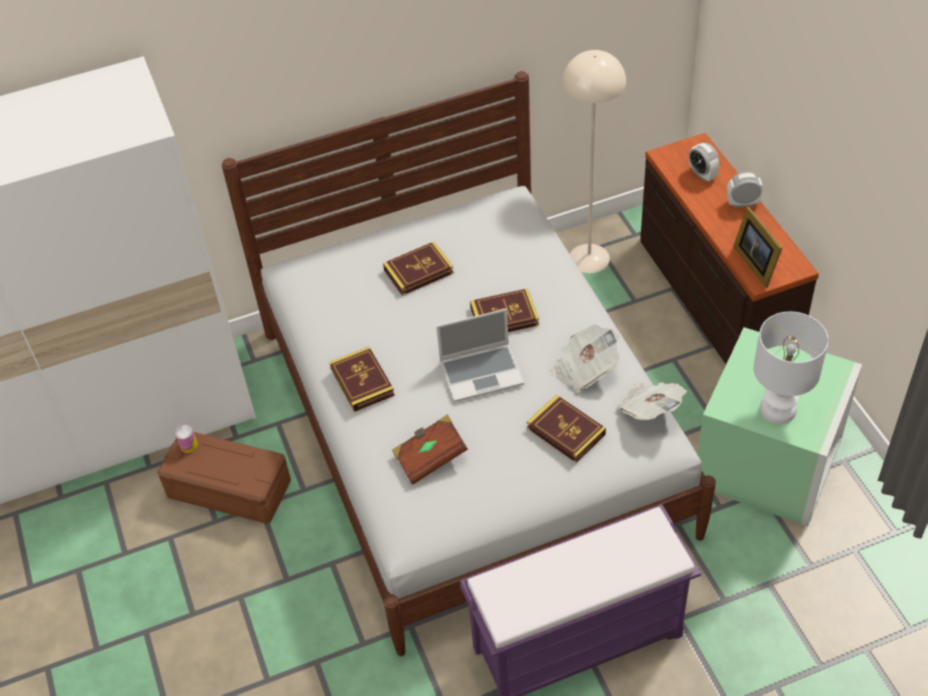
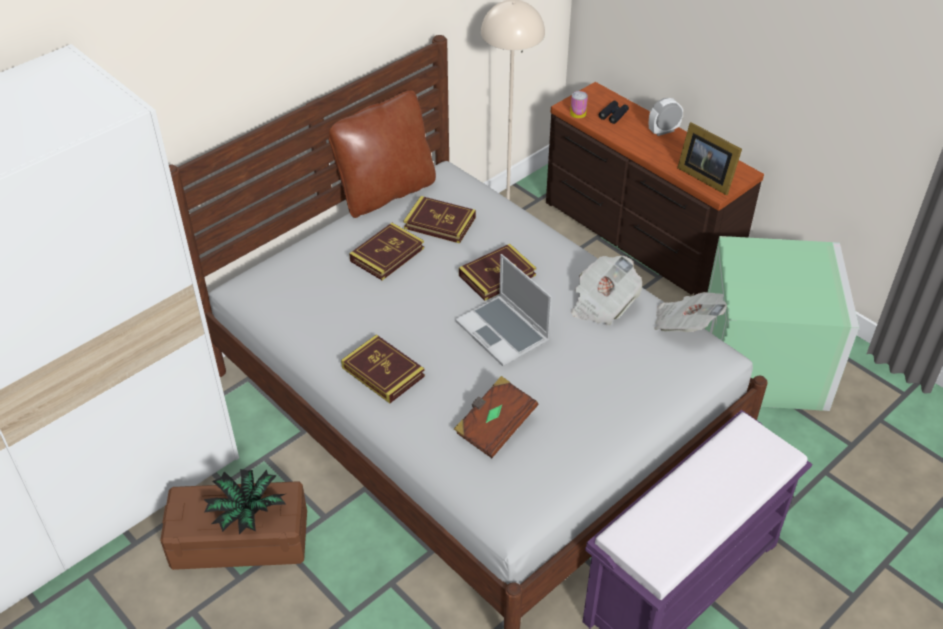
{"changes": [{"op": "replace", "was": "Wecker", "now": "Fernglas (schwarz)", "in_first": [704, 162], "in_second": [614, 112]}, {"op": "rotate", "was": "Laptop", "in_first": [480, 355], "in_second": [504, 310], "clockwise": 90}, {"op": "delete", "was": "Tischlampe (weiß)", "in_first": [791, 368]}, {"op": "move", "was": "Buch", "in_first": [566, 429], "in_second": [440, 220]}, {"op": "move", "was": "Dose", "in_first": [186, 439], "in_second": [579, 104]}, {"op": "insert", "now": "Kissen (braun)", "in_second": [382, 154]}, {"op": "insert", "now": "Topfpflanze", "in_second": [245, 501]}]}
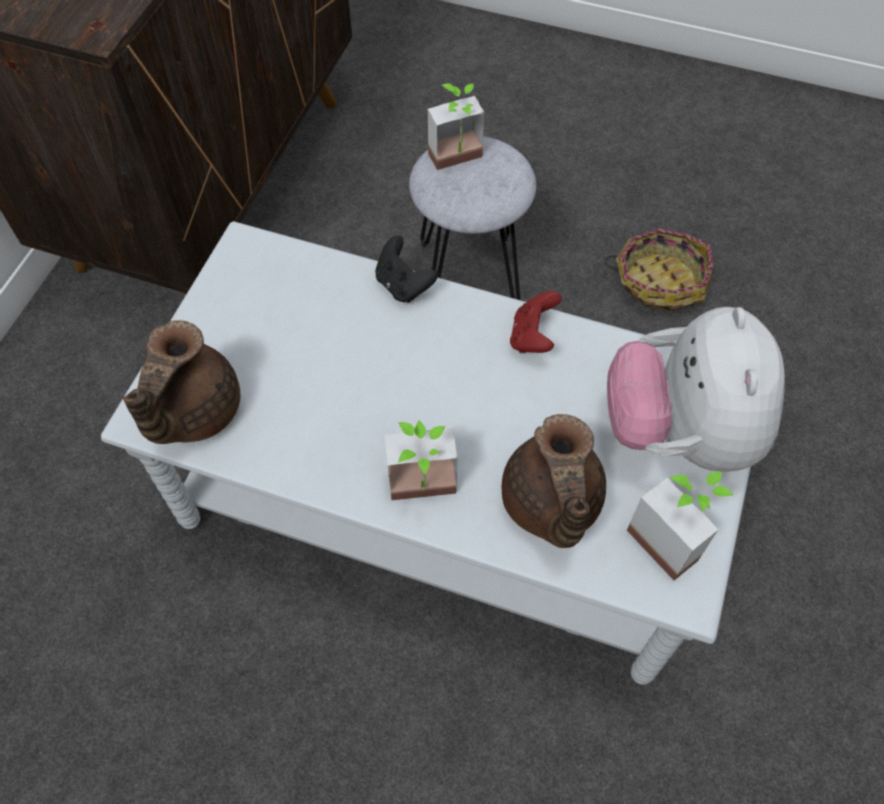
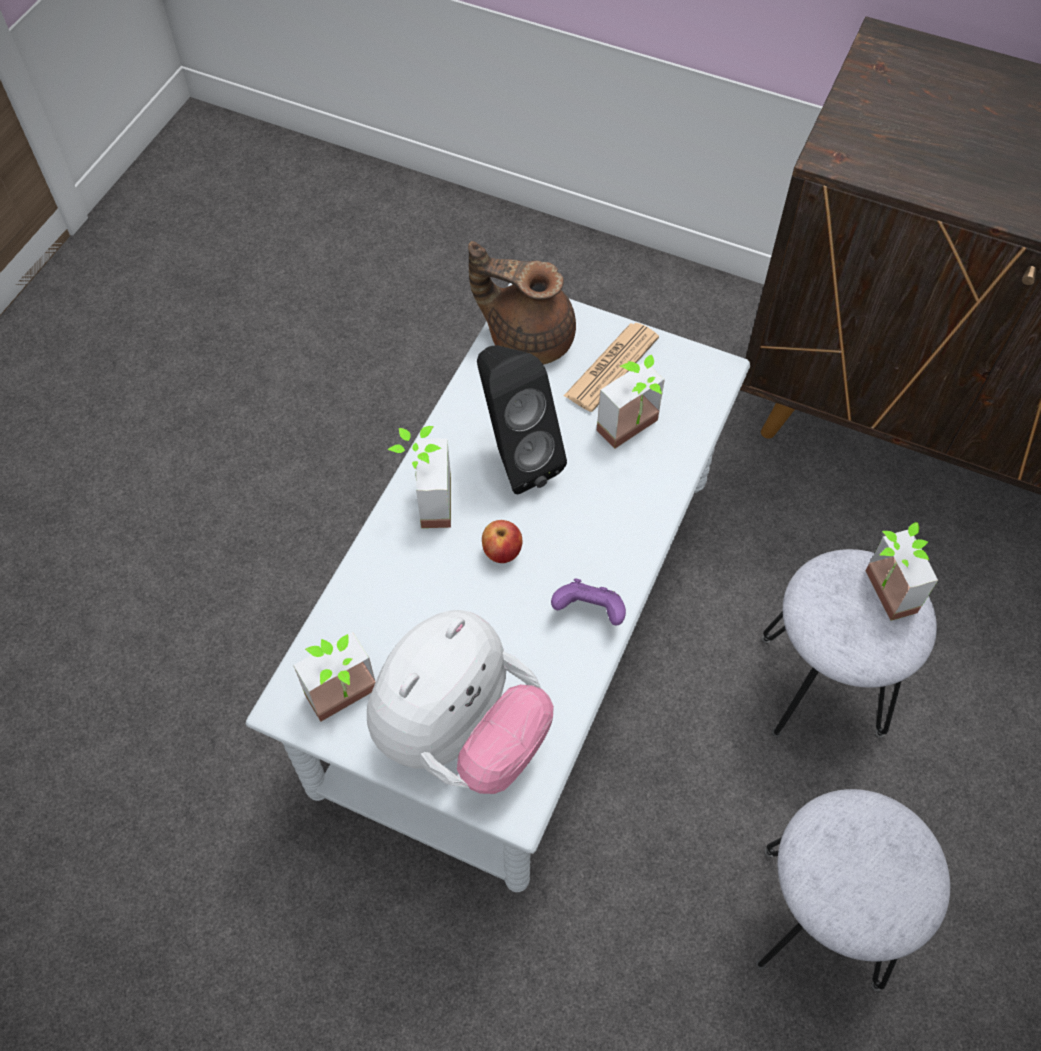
{"changes": [{"op": "replace", "was": "Korb", "now": "Hocker (grau)", "in_first": [659, 270], "in_second": [853, 890]}, {"op": "delete", "was": "Gamepad (schwarz)", "in_first": [406, 269]}, {"op": "recolor", "was": "Gamepad (rot)", "now": "Gamepad (lila)", "in_first": [536, 322], "in_second": [588, 602]}, {"op": "rotate", "was": "Plüschtier", "in_first": [696, 389], "in_second": [460, 702], "clockwise": 120}, {"op": "delete", "was": "Teekanne (braun)", "in_first": [554, 481]}, {"op": "insert", "now": "Zeitung", "in_second": [611, 367]}, {"op": "insert", "now": "Lautsprecher (schwarz)", "in_second": [522, 419]}, {"op": "insert", "now": "Topfpflanze", "in_second": [631, 402]}, {"op": "insert", "now": "Apfel", "in_second": [502, 541]}]}
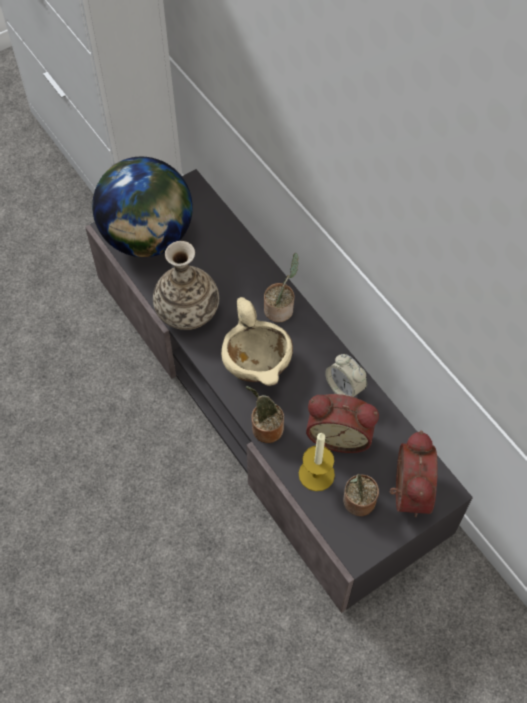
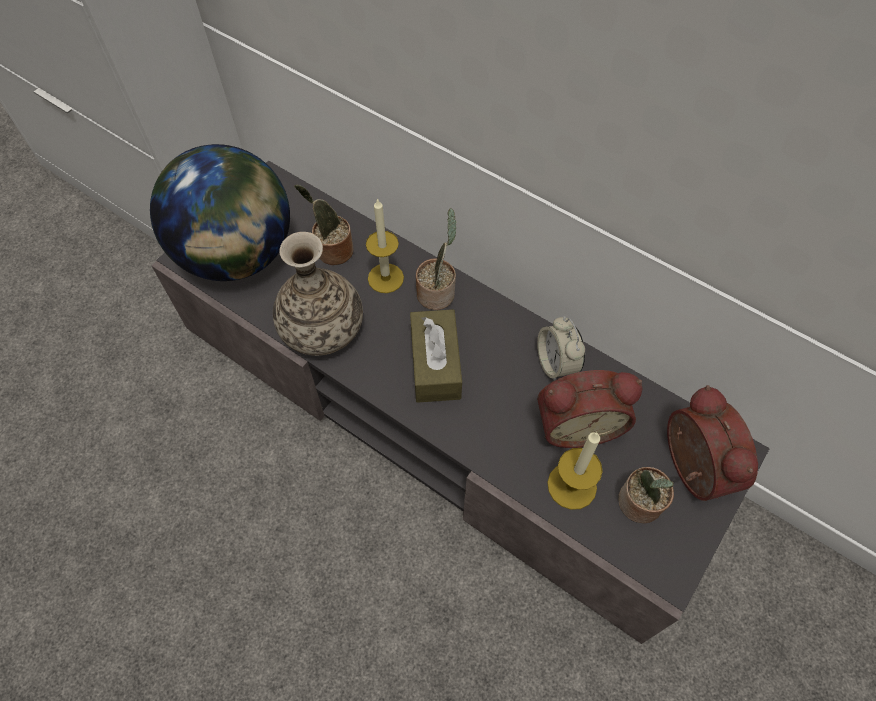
{"changes": [{"op": "replace", "was": "Schüssel (beige)", "now": "Taschentuchbox (braun)", "in_first": [257, 341], "in_second": [436, 356]}, {"op": "rotate", "was": "Wecker", "in_first": [346, 375], "in_second": [561, 349], "clockwise": 45}, {"op": "move", "was": "Topfpflanze", "in_first": [265, 414], "in_second": [324, 225]}, {"op": "insert", "now": "Kerze", "in_second": [385, 245]}]}
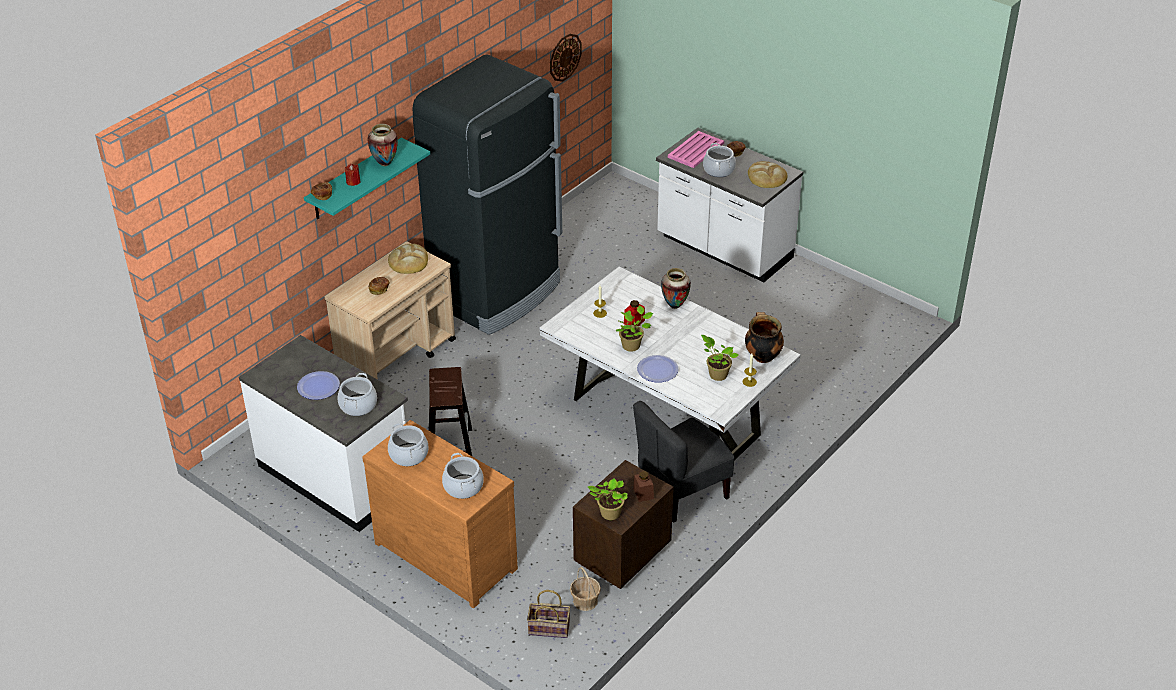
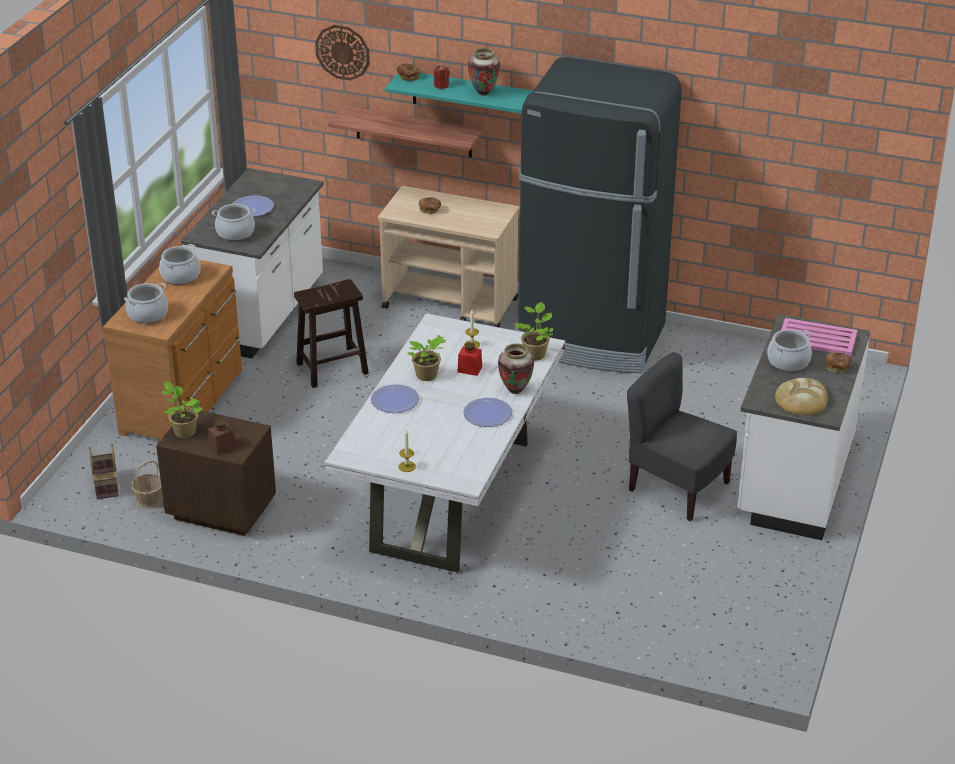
{"changes": [{"op": "move", "was": "Wanduhr", "in_first": [566, 57], "in_second": [342, 53]}, {"op": "delete", "was": "Brot", "in_first": [408, 259]}, {"op": "delete", "was": "Kochtopf", "in_first": [764, 337]}, {"op": "move", "was": "Topfpflanze", "in_first": [719, 358], "in_second": [533, 331]}, {"op": "move", "was": "Stuhl (grau)", "in_first": [683, 462], "in_second": [682, 436]}, {"op": "insert", "now": "Wandregal", "in_second": [406, 131]}, {"op": "insert", "now": "Teller", "in_second": [488, 412]}]}
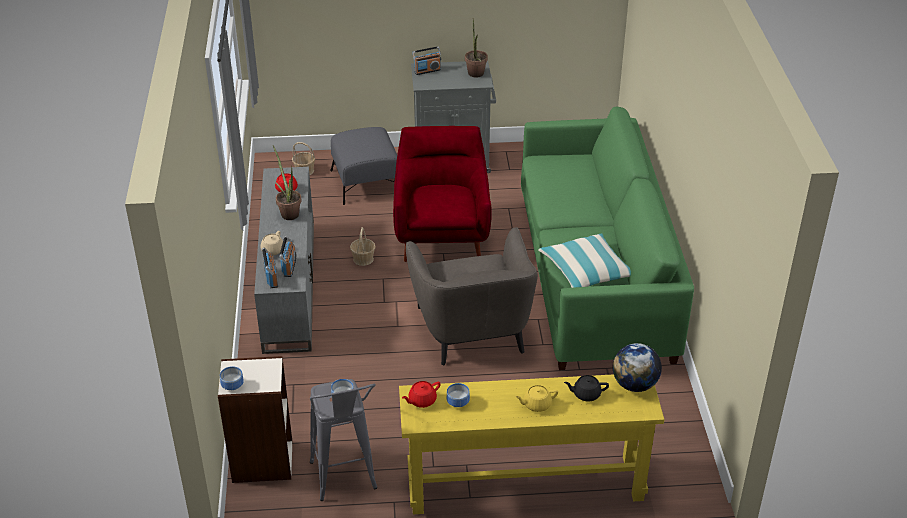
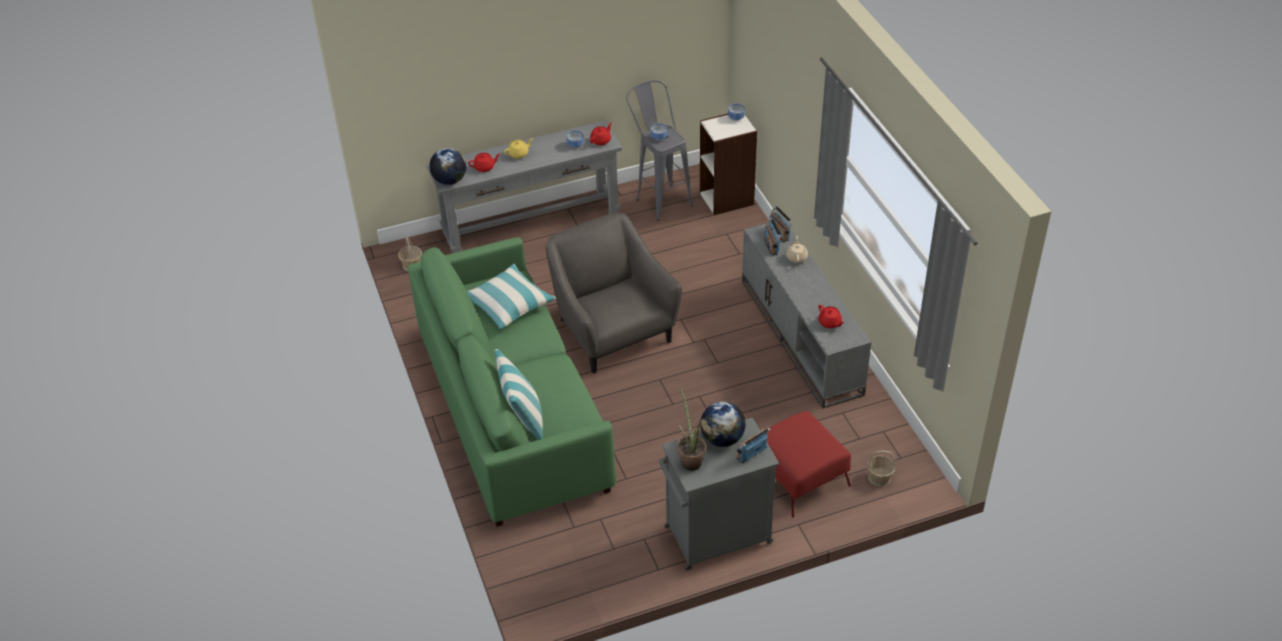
{"changes": [{"op": "delete", "was": "Sessel (rot)", "in_first": [442, 194]}, {"op": "recolor", "was": "Polsterhocker (grau)", "now": "Polsterhocker (rot)", "in_first": [363, 166], "in_second": [809, 464]}, {"op": "delete", "was": "Topfpflanze", "in_first": [287, 182]}, {"op": "move", "was": "Korb", "in_first": [363, 246], "in_second": [410, 253]}, {"op": "recolor", "was": "Konsolentisch (gelb)", "now": "Konsolentisch (grau)", "in_first": [532, 444], "in_second": [524, 186]}, {"op": "recolor", "was": "Teekanne (schwarz)", "now": "Teekanne (rot)", "in_first": [586, 388], "in_second": [484, 162]}, {"op": "insert", "now": "Kissen", "in_second": [519, 394]}, {"op": "insert", "now": "Globus", "in_second": [723, 424]}]}
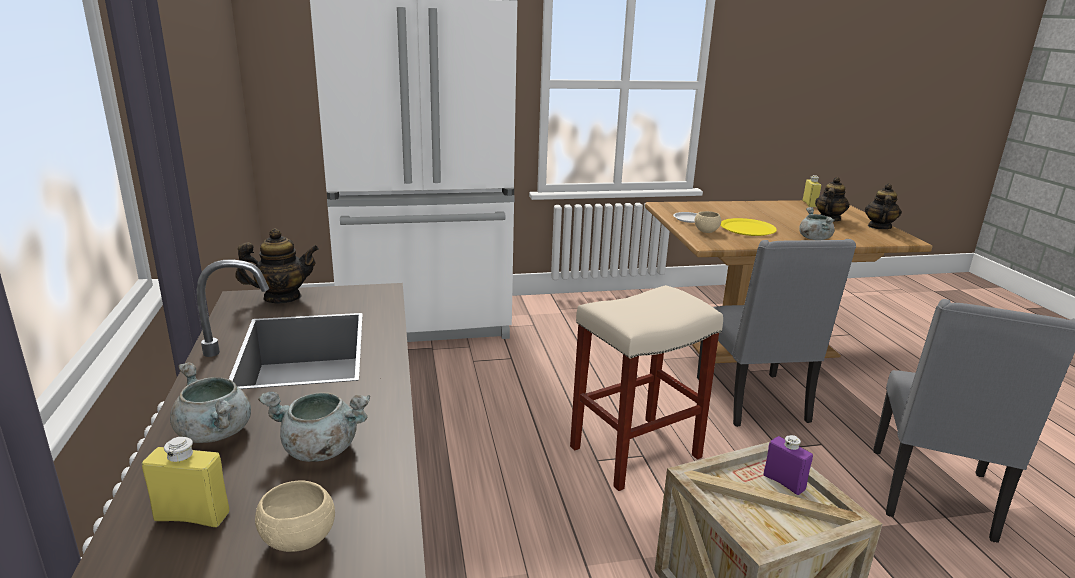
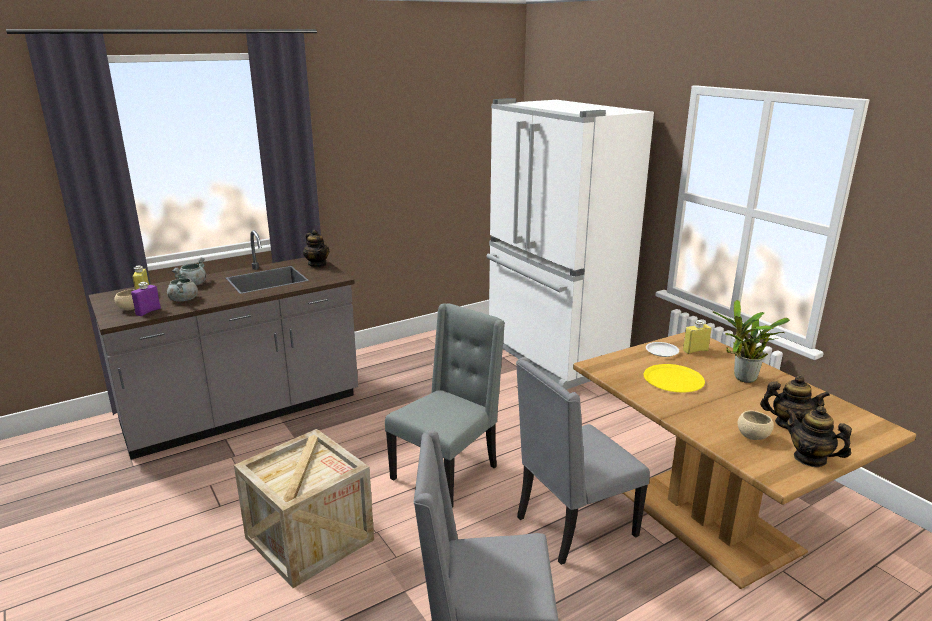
{"changes": [{"op": "move", "was": "Flasche (gelb)", "in_first": [812, 191], "in_second": [697, 337]}, {"op": "rotate", "was": "Teekanne", "in_first": [883, 206], "in_second": [819, 436], "clockwise": -135}, {"op": "delete", "was": "Kochtopf (grau)", "in_first": [817, 223]}, {"op": "move", "was": "Schüssel (beige)", "in_first": [708, 222], "in_second": [756, 425]}, {"op": "replace", "was": "Hocker (beige)", "now": "Stuhl (grau)", "in_first": [646, 388], "in_second": [445, 405]}, {"op": "move", "was": "Flasche (lila)", "in_first": [788, 465], "in_second": [146, 299]}, {"op": "insert", "now": "Topfpflanze", "in_second": [751, 341]}]}
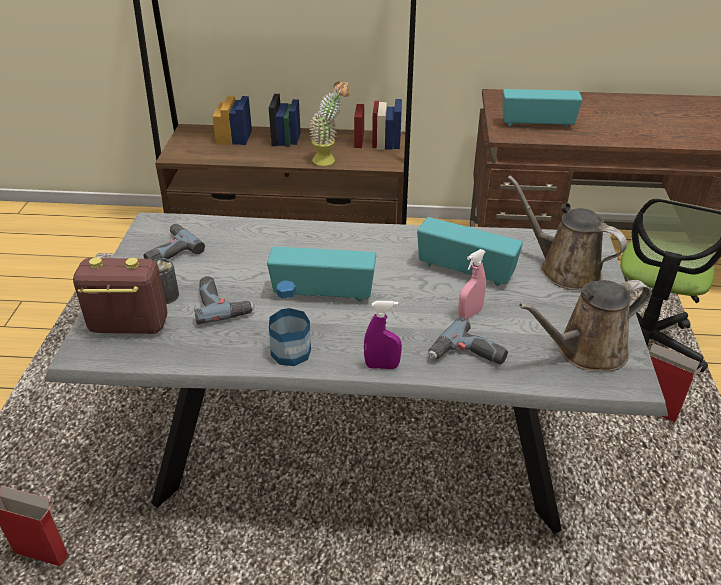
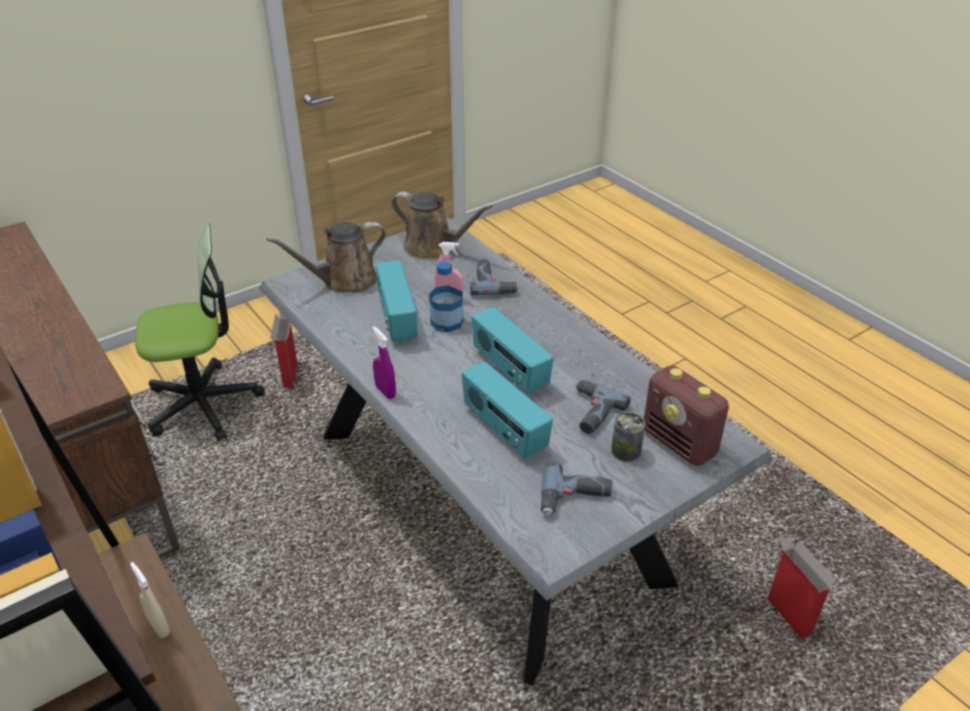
{"changes": [{"op": "replace", "was": "Topfpflanze", "now": "Sprühflasche (beige)", "in_first": [329, 123], "in_second": [150, 600]}, {"op": "move", "was": "Radio", "in_first": [542, 108], "in_second": [507, 410]}, {"op": "rotate", "was": "Gießkanne (braun)", "in_first": [567, 232], "in_second": [326, 257], "clockwise": 60}, {"op": "move", "was": "Flasche", "in_first": [290, 323], "in_second": [446, 296]}, {"op": "move", "was": "Sprühflasche (lila)", "in_first": [383, 335], "in_second": [384, 362]}]}
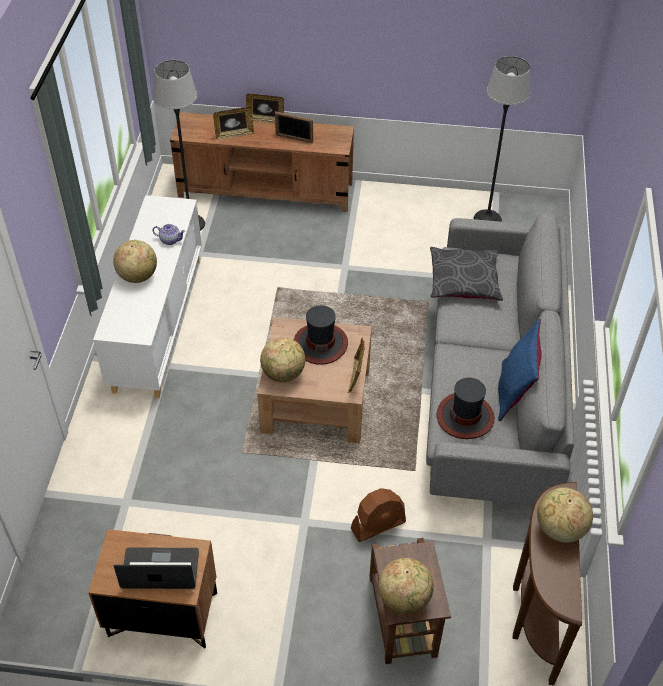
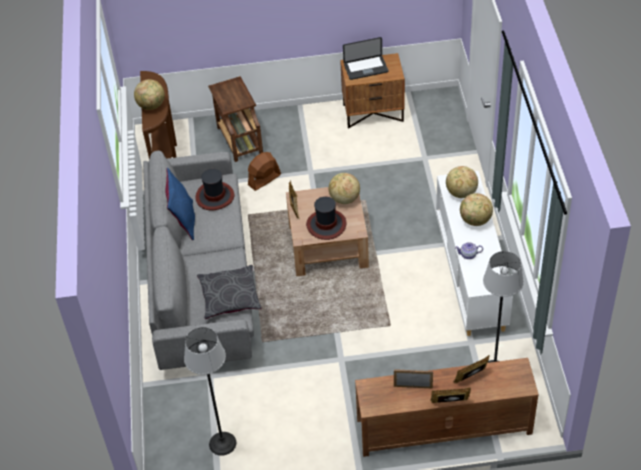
{"changes": [{"op": "move", "was": "Globus", "in_first": [406, 586], "in_second": [462, 182]}]}
